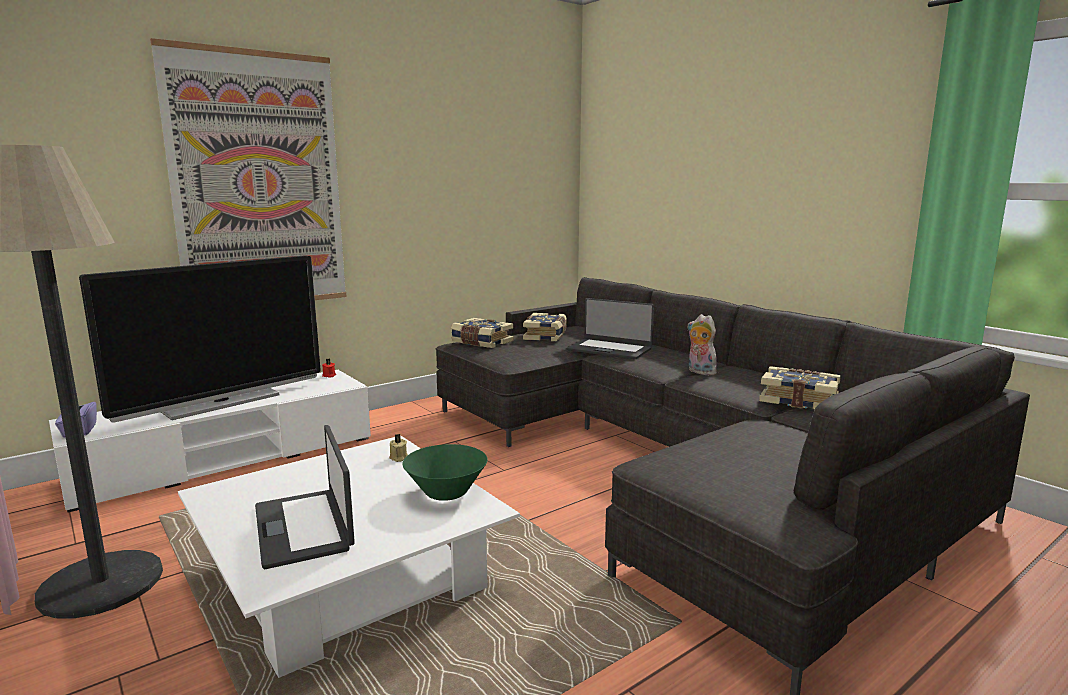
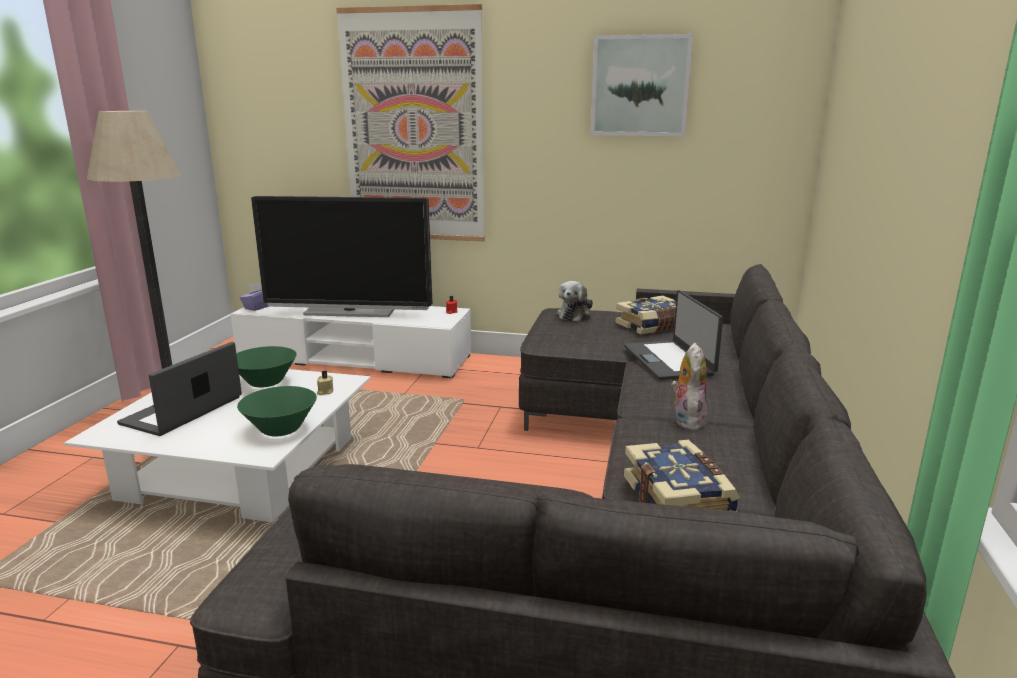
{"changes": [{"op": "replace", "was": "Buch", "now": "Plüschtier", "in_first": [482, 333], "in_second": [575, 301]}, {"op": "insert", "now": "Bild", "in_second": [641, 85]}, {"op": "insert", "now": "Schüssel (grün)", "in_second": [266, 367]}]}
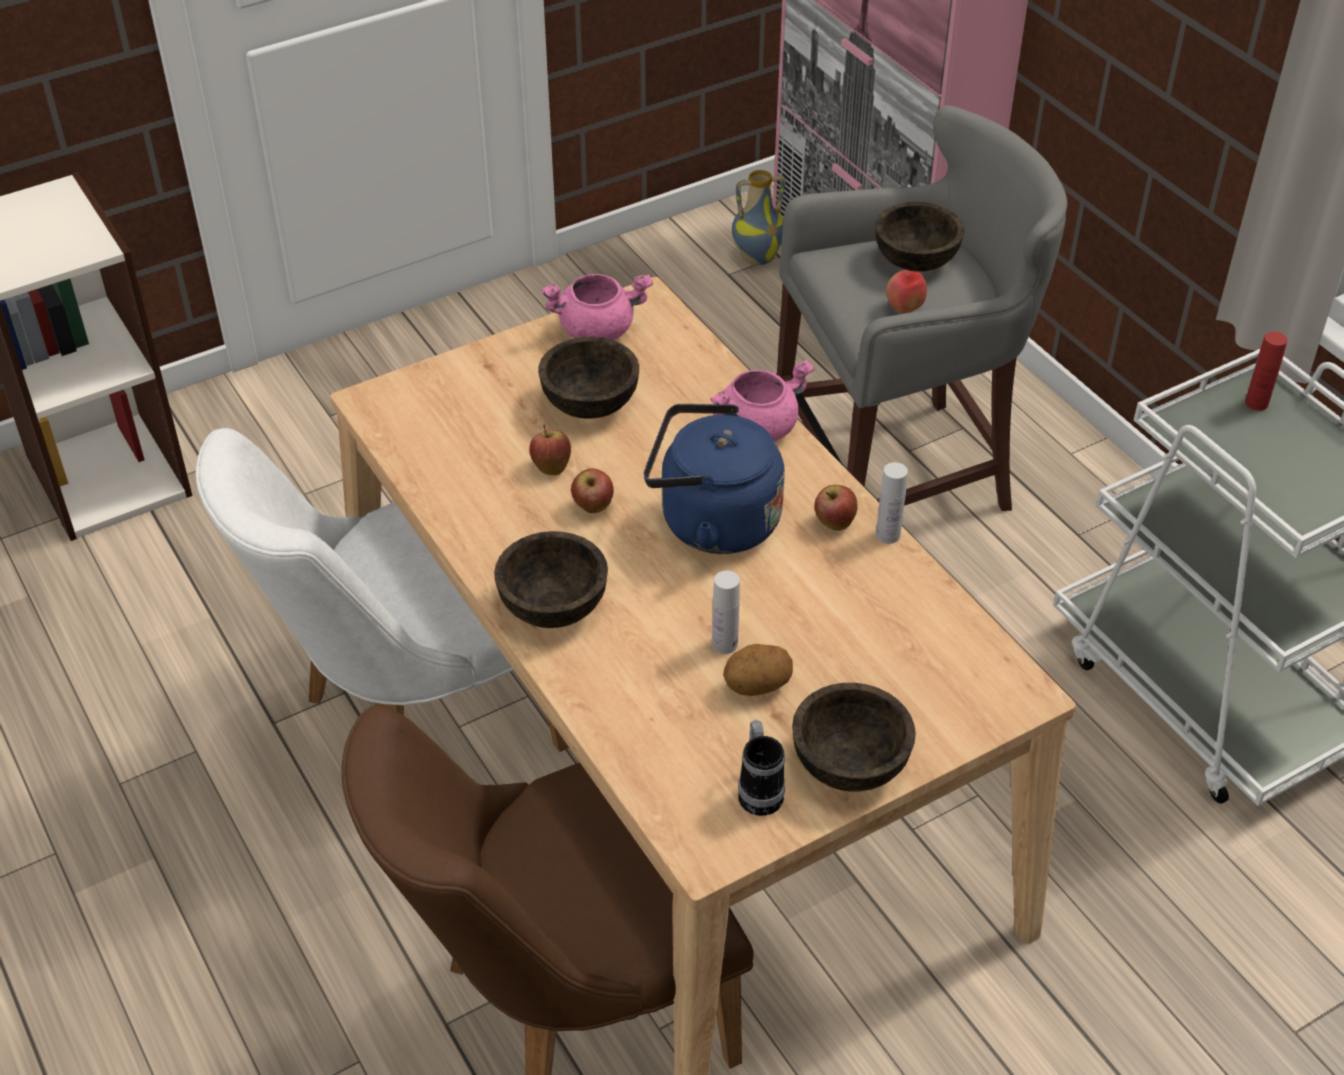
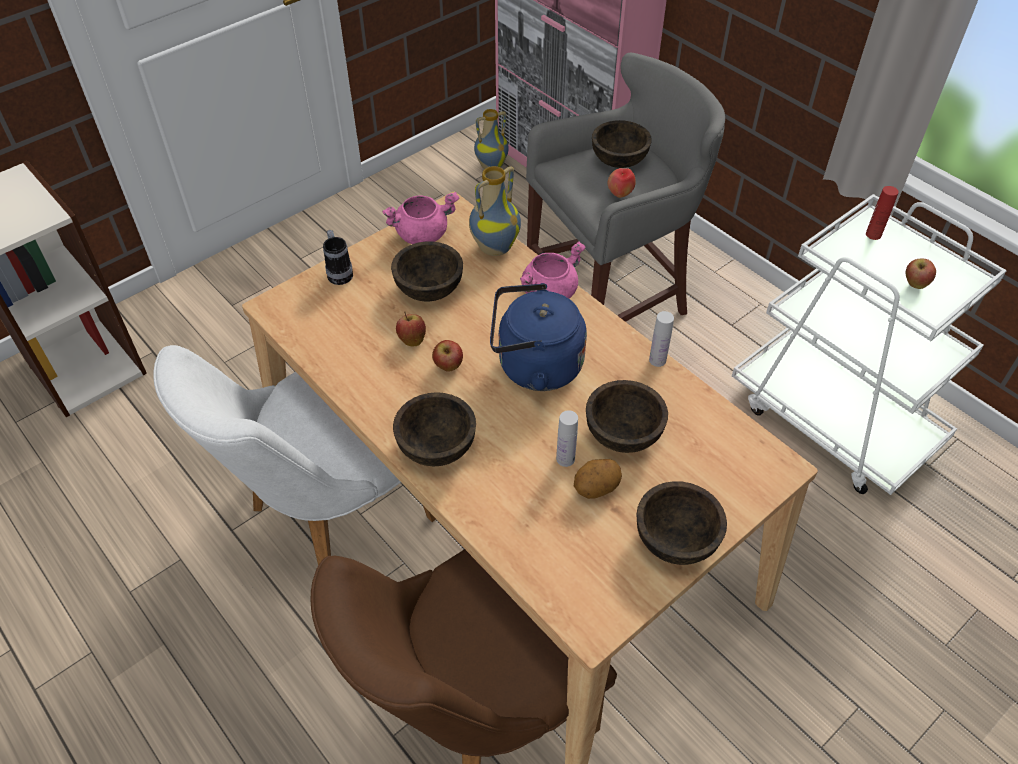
{"changes": [{"op": "move", "was": "Apfel", "in_first": [836, 508], "in_second": [921, 274]}, {"op": "move", "was": "Henkelbecher", "in_first": [761, 768], "in_second": [338, 257]}, {"op": "insert", "now": "Vase", "in_second": [495, 211]}, {"op": "insert", "now": "Schüssel (braun)", "in_second": [627, 416]}]}
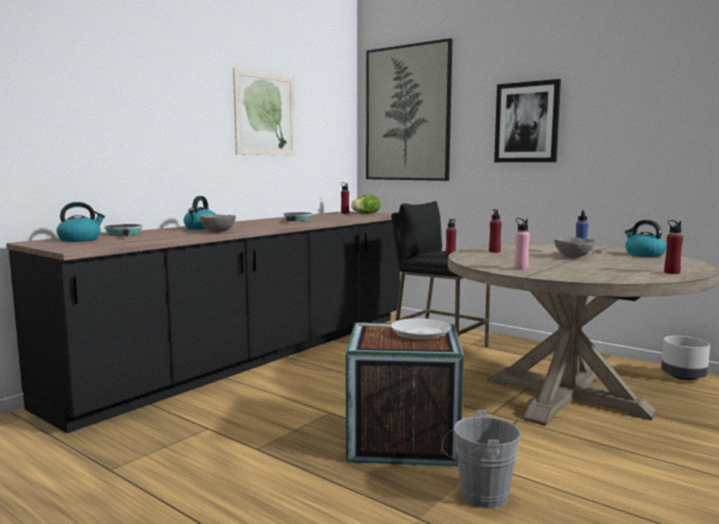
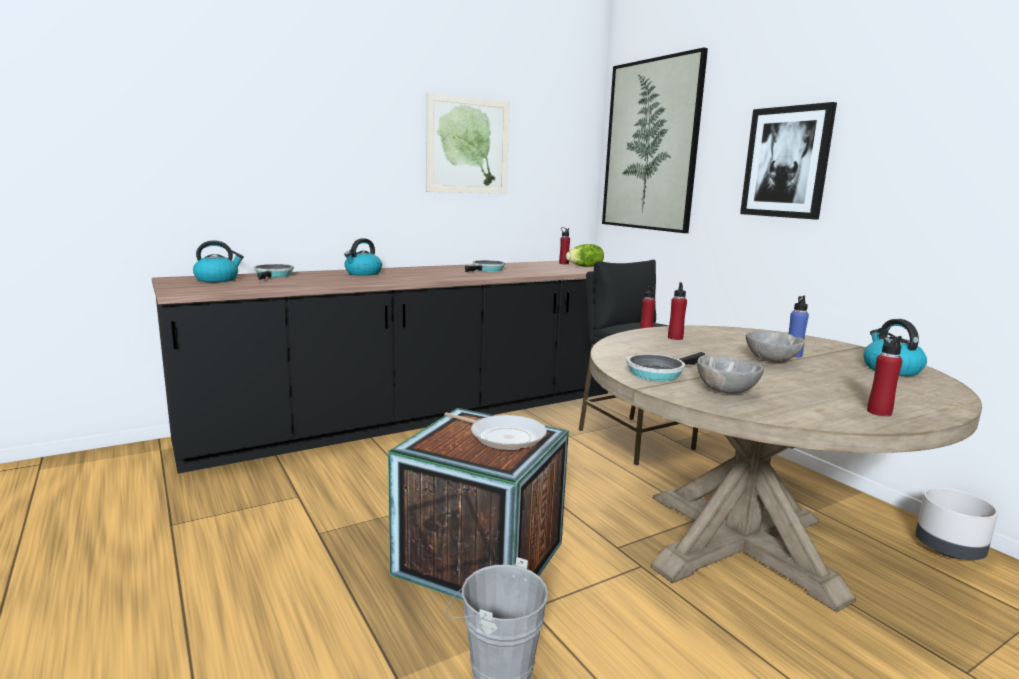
{"changes": [{"op": "move", "was": "Schüssel (grau)", "in_first": [217, 223], "in_second": [730, 374]}, {"op": "replace", "was": "Flasche (rosa)", "now": "Pfanne", "in_first": [522, 244], "in_second": [666, 366]}]}
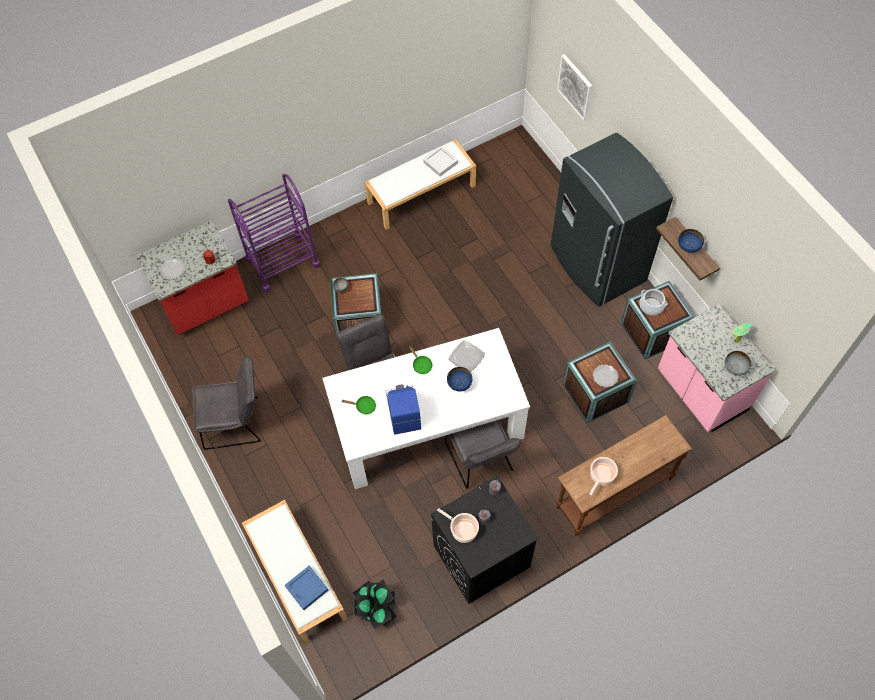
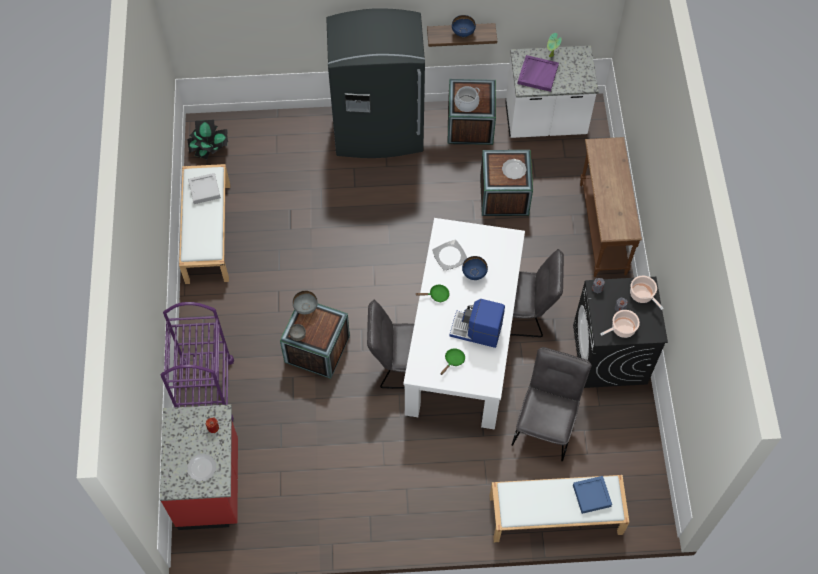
{"changes": [{"op": "delete", "was": "Bild", "in_first": [574, 87]}, {"op": "recolor", "was": "Küchenzeile (rosa)", "now": "Küchenzeile (weiß)", "in_first": [716, 368], "in_second": [552, 92]}, {"op": "move", "was": "Schüssel (grau)", "in_first": [738, 363], "in_second": [305, 302]}, {"op": "move", "was": "Stuhl (grau)", "in_first": [226, 403], "in_second": [552, 404]}, {"op": "move", "was": "Kochtopf", "in_first": [603, 476], "in_second": [647, 293]}, {"op": "move", "was": "Topfpflanze", "in_first": [375, 604], "in_second": [208, 139]}, {"op": "insert", "now": "Tablett (lila)", "in_second": [538, 73]}]}
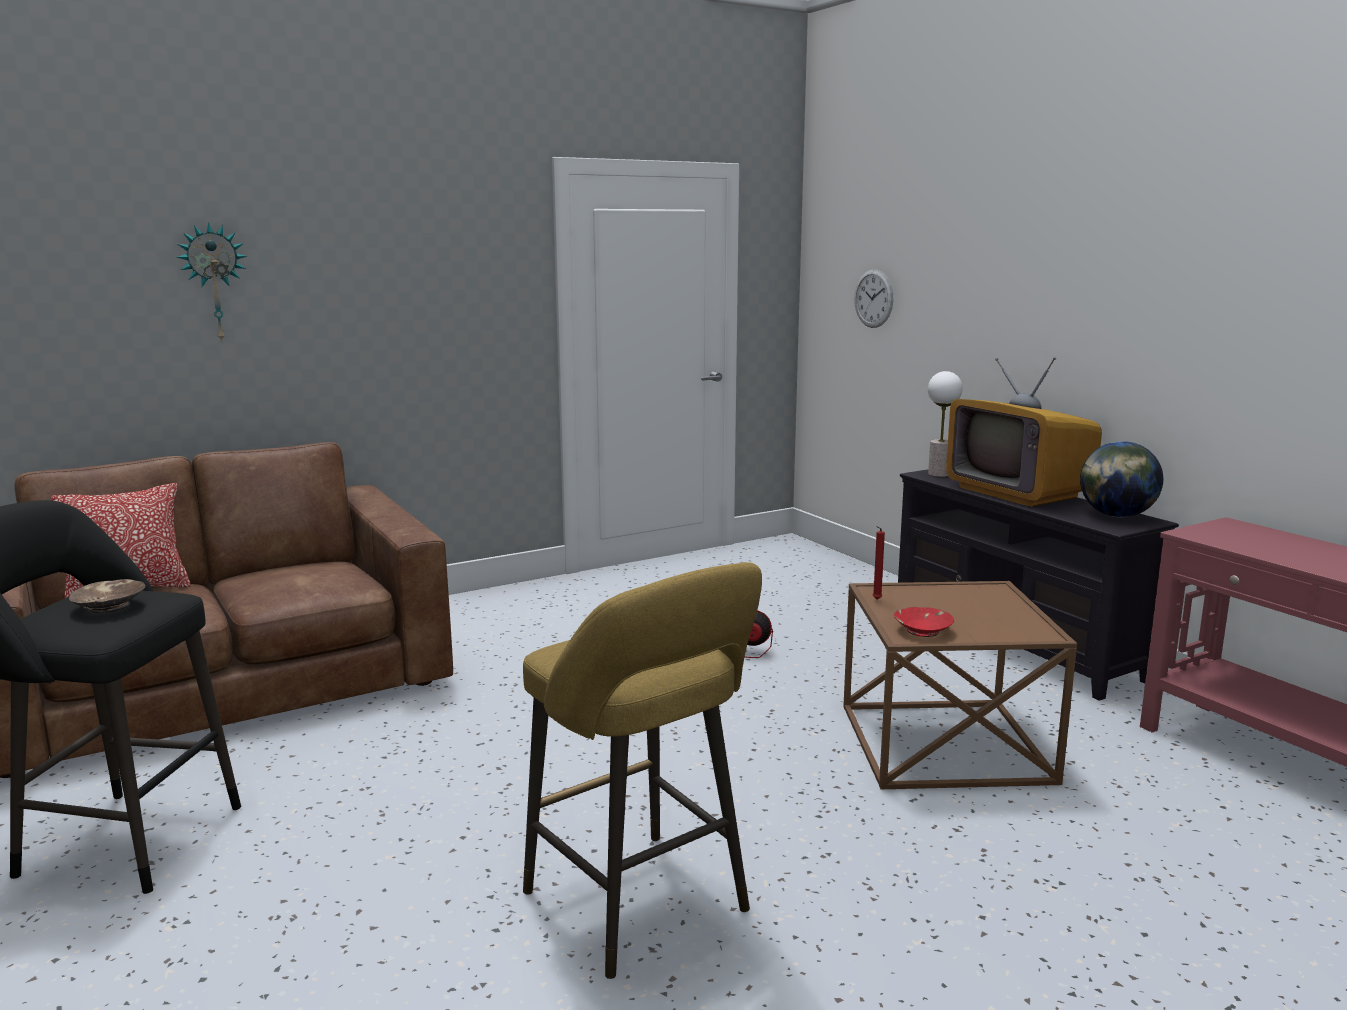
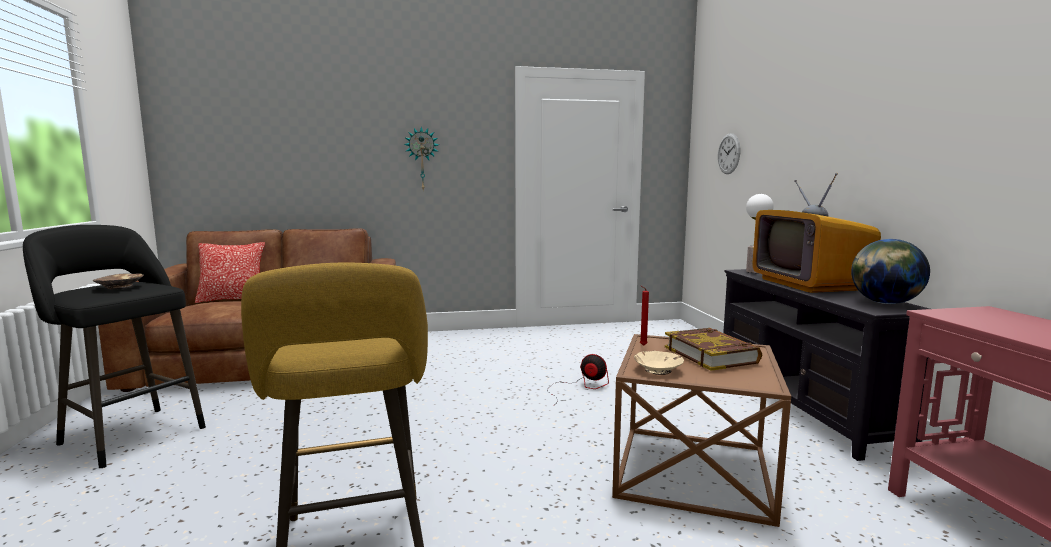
{"changes": [{"op": "move", "was": "Wanduhr", "in_first": [212, 282], "in_second": [421, 158]}, {"op": "recolor", "was": "Schüssel (rot)", "now": "Schüssel (beige)", "in_first": [924, 622], "in_second": [659, 363]}, {"op": "insert", "now": "Buch", "in_second": [713, 349]}]}
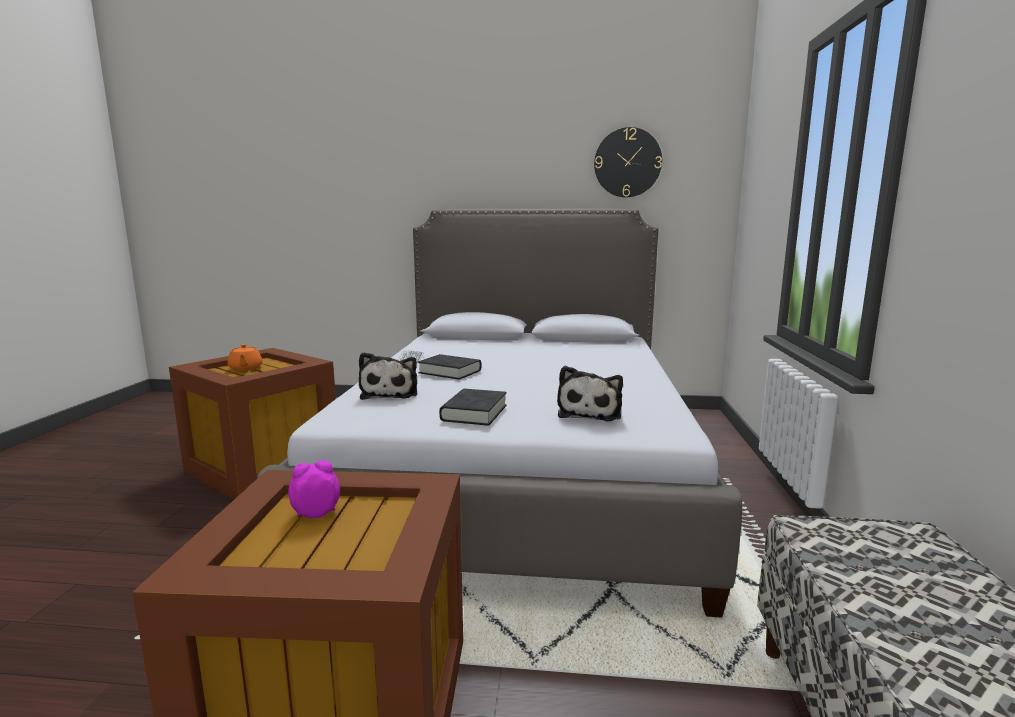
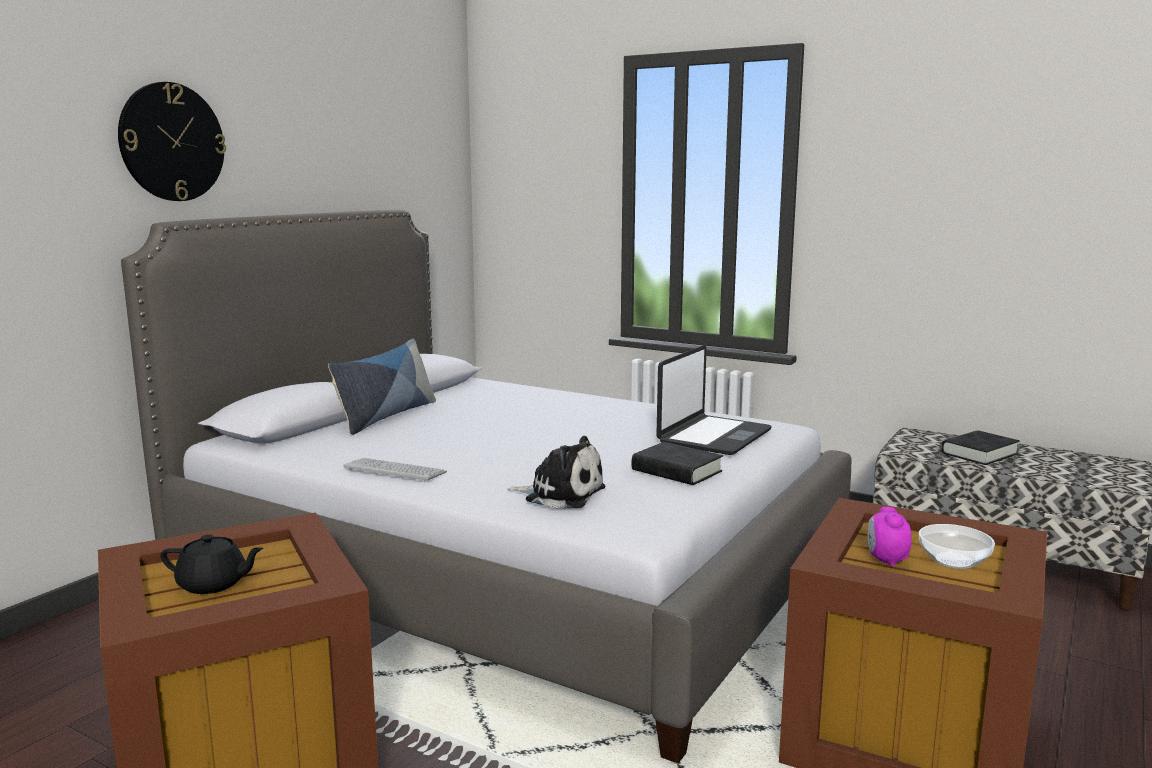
{"changes": [{"op": "move", "was": "Wanduhr", "in_first": [628, 162], "in_second": [172, 141]}, {"op": "recolor", "was": "Teekanne (orange)", "now": "Teekanne (schwarz)", "in_first": [245, 357], "in_second": [212, 564]}, {"op": "move", "was": "Buch (schwarz)", "in_first": [449, 367], "in_second": [980, 447]}, {"op": "replace", "was": "Plüschtier", "now": "Laptop", "in_first": [590, 393], "in_second": [714, 400]}, {"op": "insert", "now": "Kissen", "in_second": [382, 387]}, {"op": "insert", "now": "Schüssel", "in_second": [957, 546]}]}
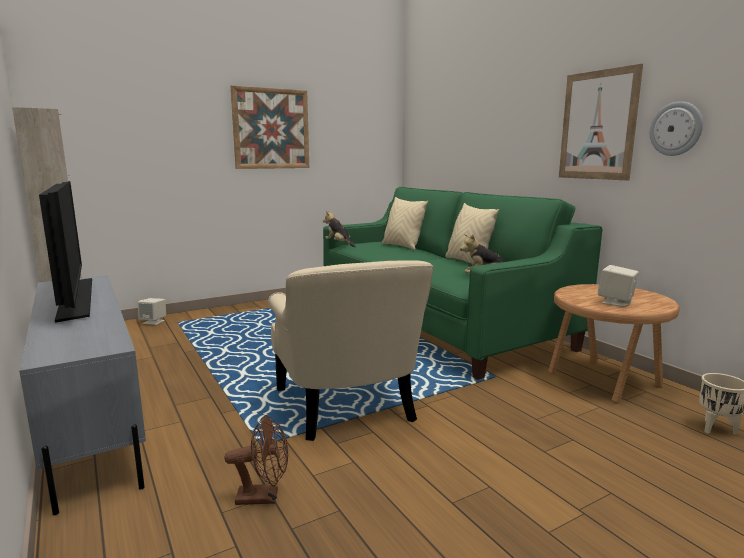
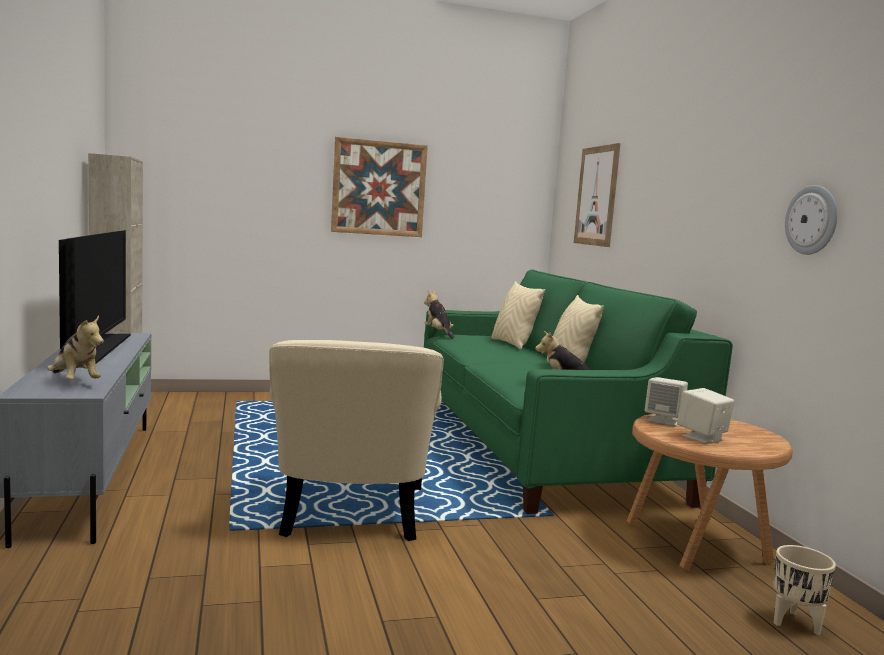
{"changes": [{"op": "move", "was": "Bild", "in_first": [601, 122], "in_second": [597, 195]}, {"op": "move", "was": "Lautsprecher (beige)", "in_first": [152, 311], "in_second": [666, 401]}, {"op": "delete", "was": "Ventilator (braun)", "in_first": [256, 460]}, {"op": "insert", "now": "Plüschtier", "in_second": [75, 348]}]}
